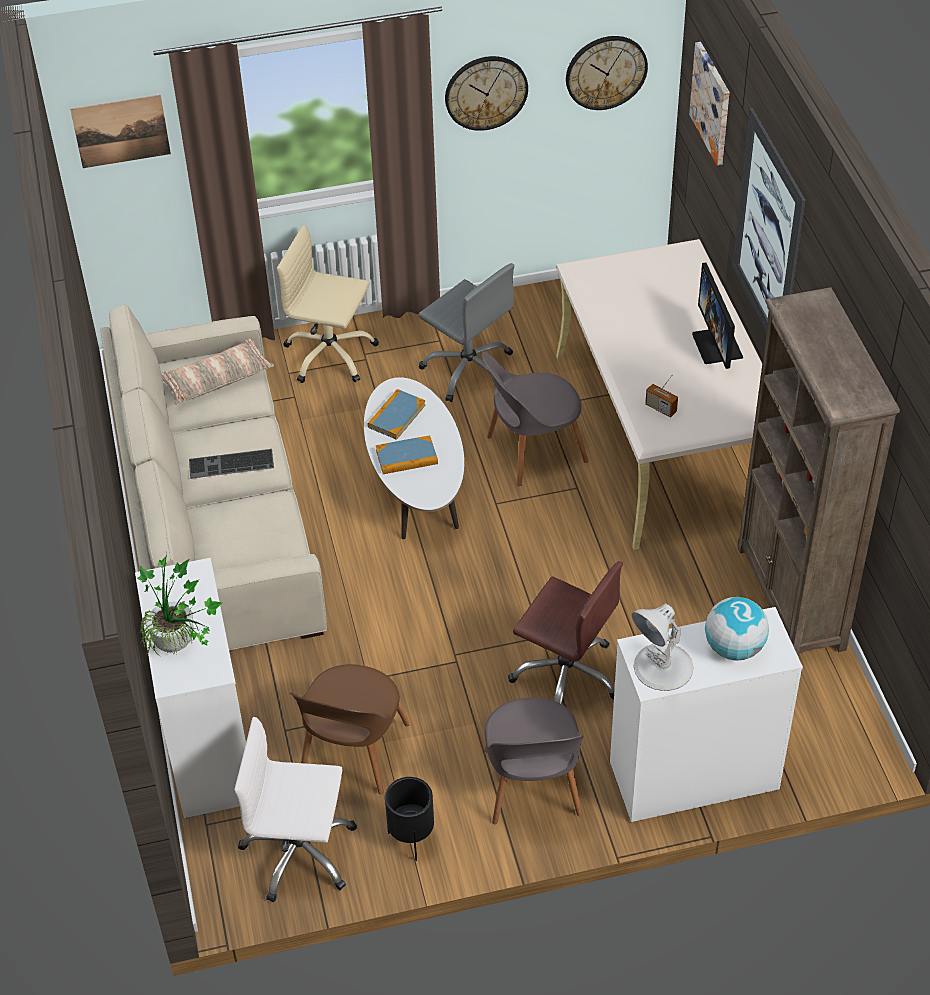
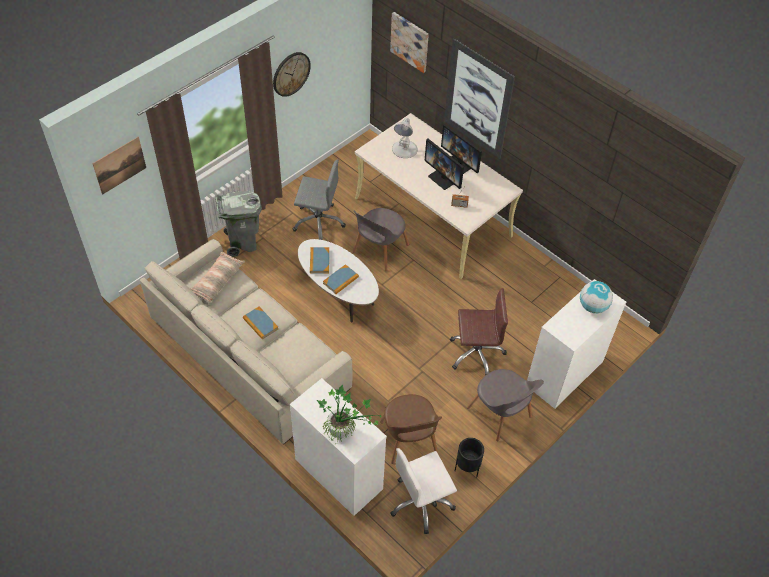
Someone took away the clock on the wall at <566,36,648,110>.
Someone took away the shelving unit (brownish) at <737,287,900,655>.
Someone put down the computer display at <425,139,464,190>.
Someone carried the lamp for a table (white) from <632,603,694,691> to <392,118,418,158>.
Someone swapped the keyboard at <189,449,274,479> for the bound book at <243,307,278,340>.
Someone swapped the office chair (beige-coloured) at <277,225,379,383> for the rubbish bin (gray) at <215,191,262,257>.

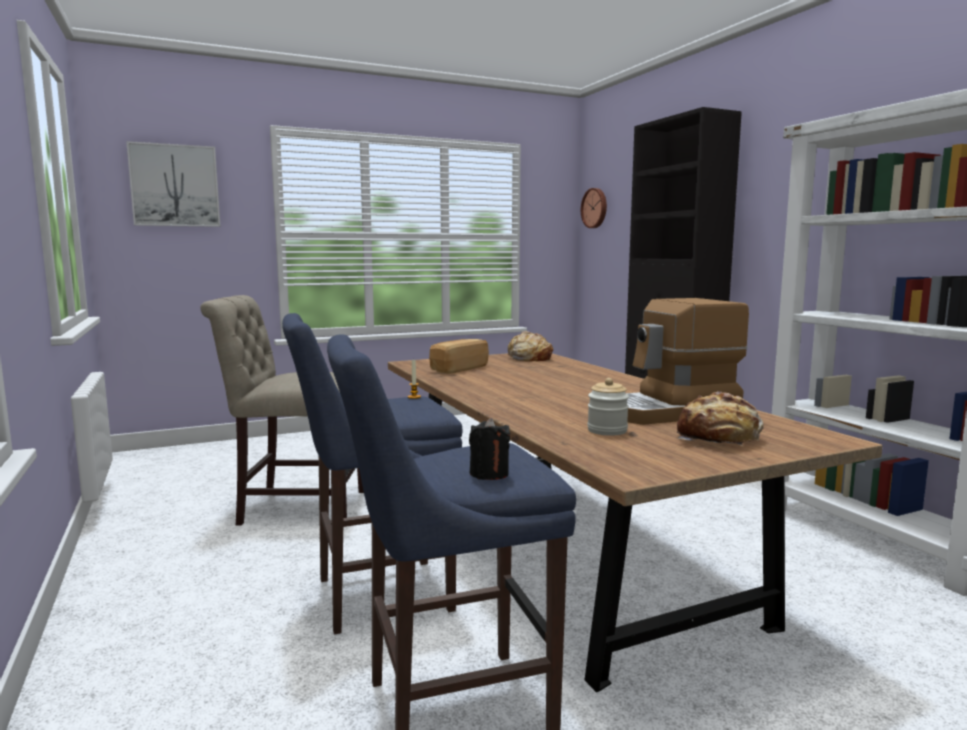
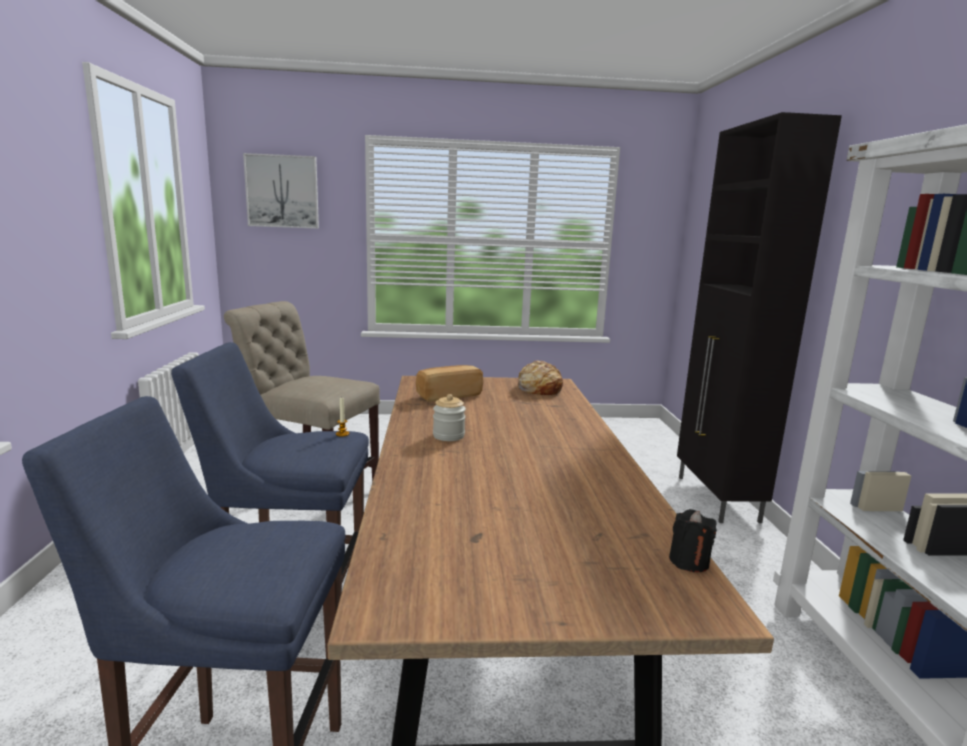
Someone took away the clock on the wall at <581,188,607,228>.
Someone took away the coffee machine at <626,298,749,425>.
Someone took away the baked bread at <676,391,764,446>.
Someone carried the wax light (black-coloured) from <469,418,510,480> to <669,509,717,572>.
Someone carried the storage jar from <587,378,629,436> to <433,394,466,441>.

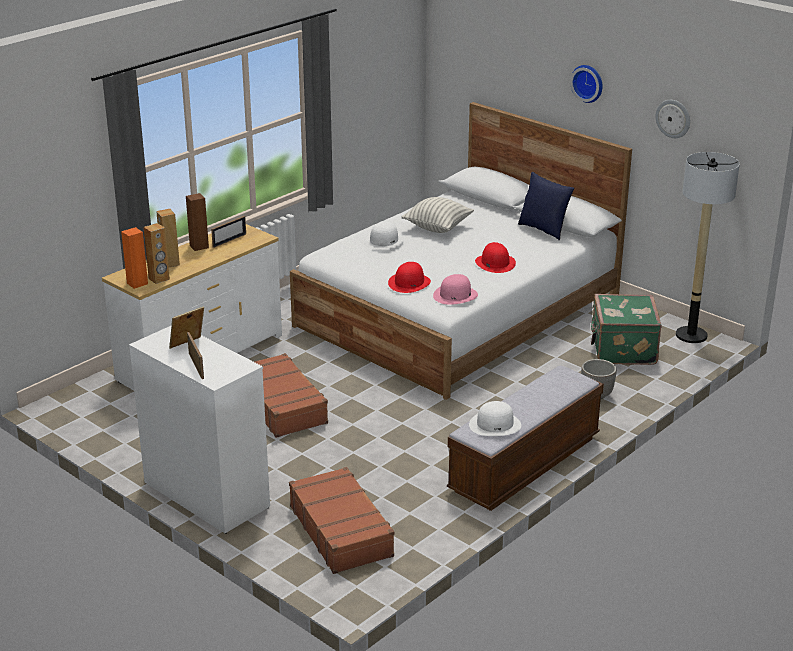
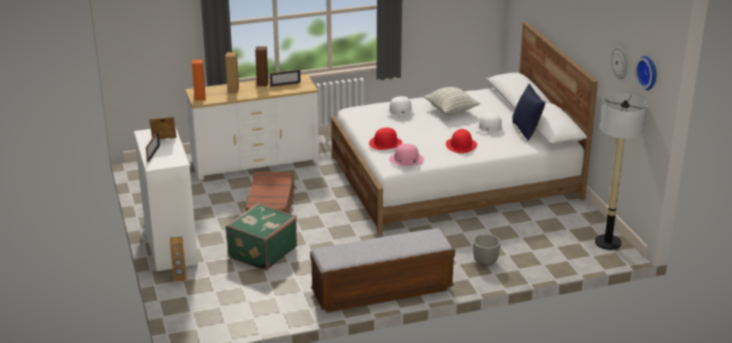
Someone took away the suitcase (brownish) at <289,467,394,574>.
Someone carried the loudspeaker (brownish) from <143,223,170,284> to <170,237,186,282>.
Someone carried the clothing hat (white) from <469,401,521,436> to <474,113,507,134>.
Someone carried the clock on the wall from <570,65,603,103> to <635,56,656,90>.
Someone carried the suitcase (greenish) from <591,294,662,365> to <225,203,297,271>.

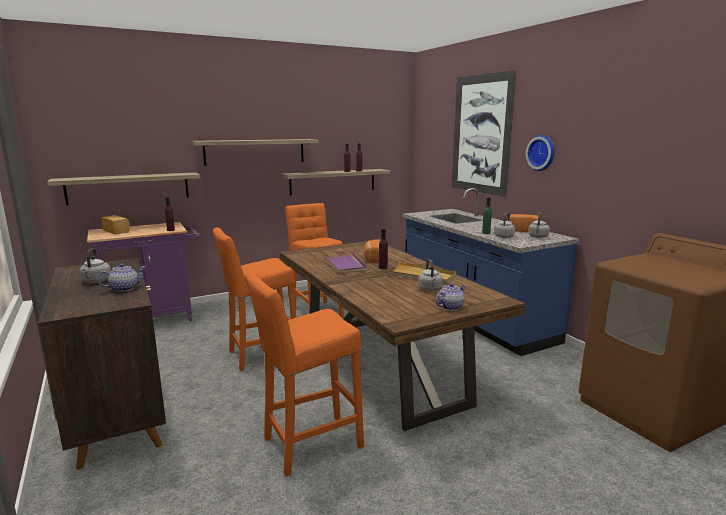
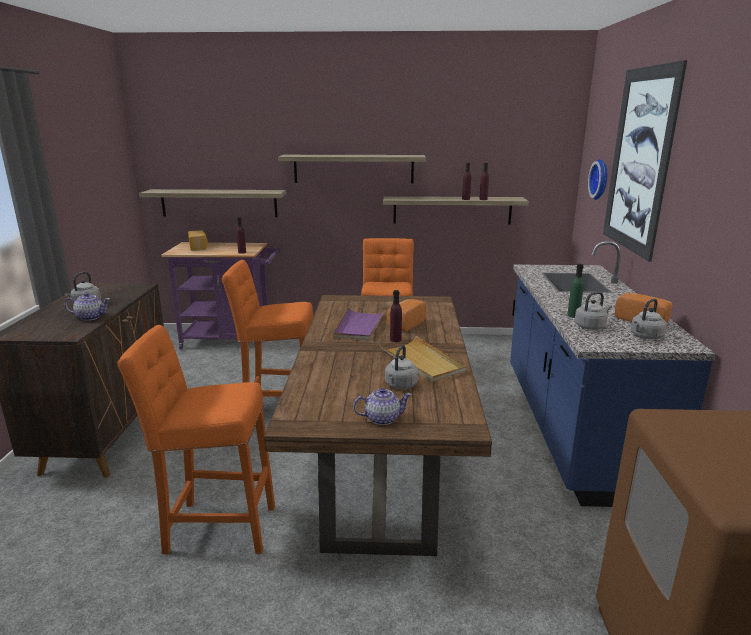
Someone carried the clock on the wall from <526,135,555,171> to <588,159,607,200>.

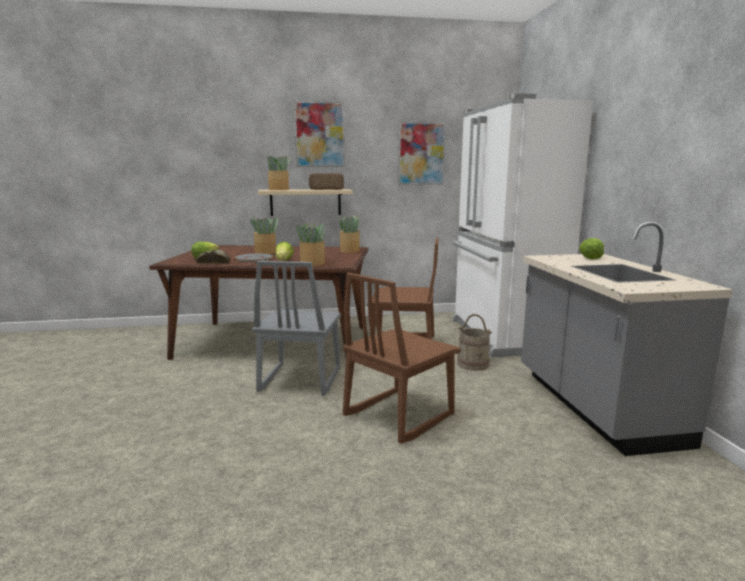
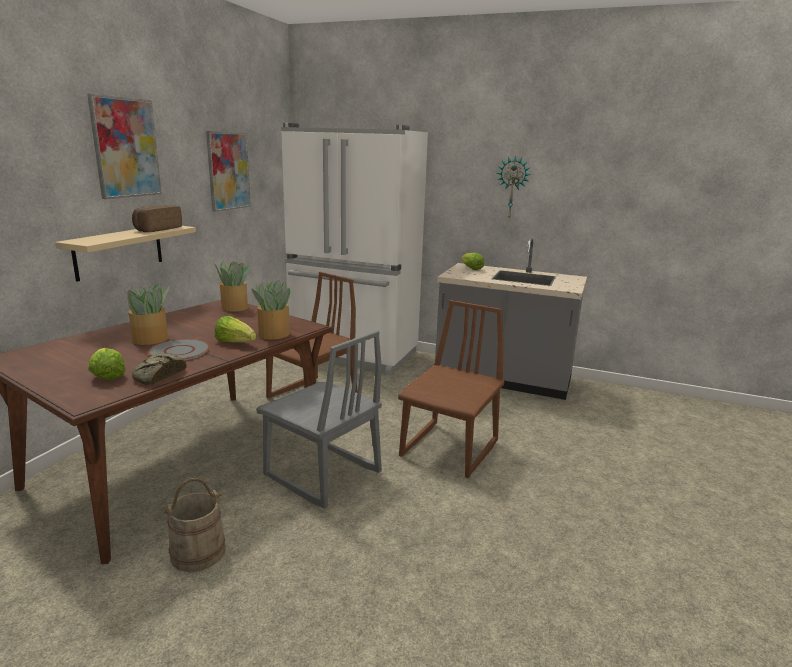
Someone took away the houseplant at <267,155,291,190>.
Someone put up the clock on the wall at <497,155,531,219>.
Someone carried the water bucket (beige-coloured) from <457,314,492,371> to <163,478,226,572>.
Someone rotated the chair (brownish) at <343,272,461,444> by 135 degrees counterclockwise.

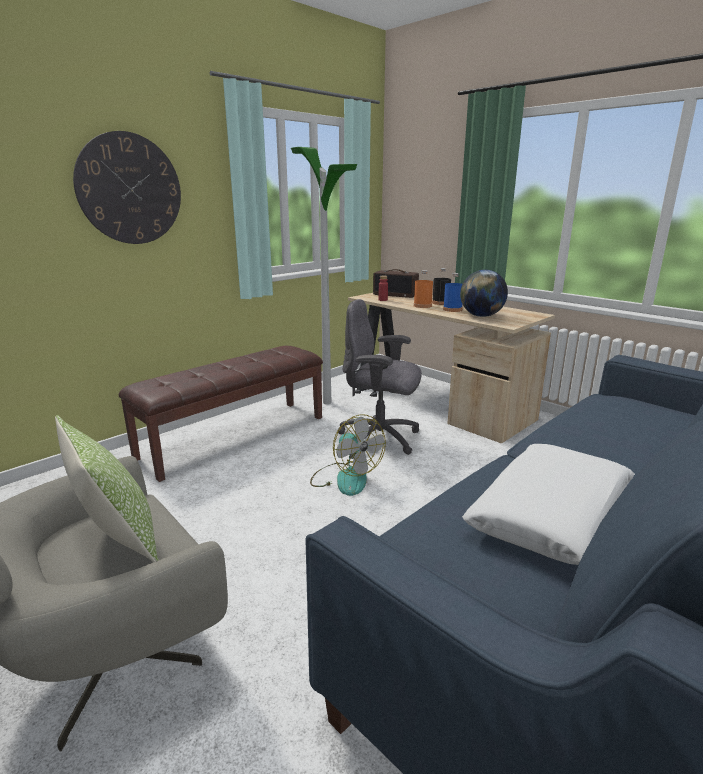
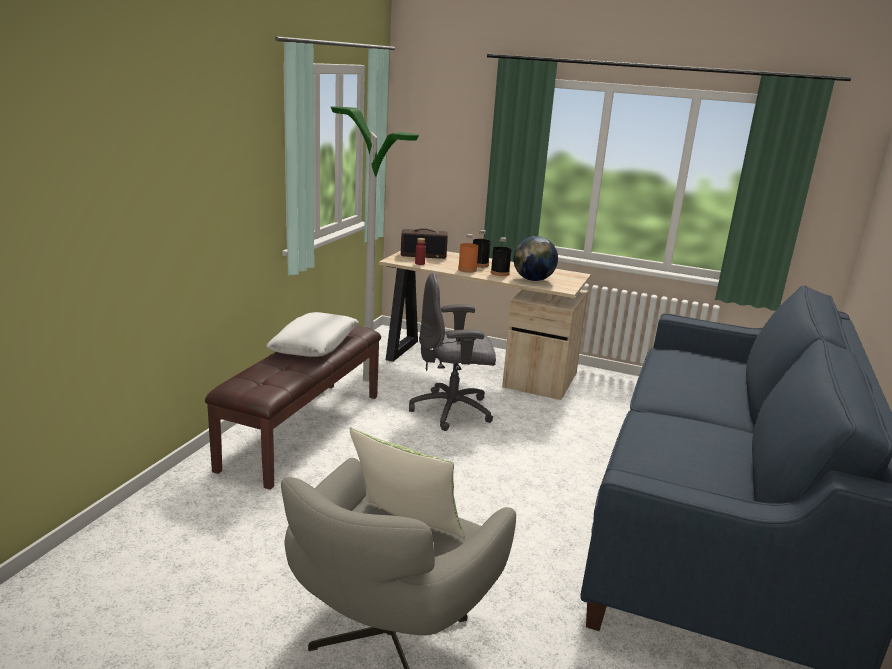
Someone took away the clock on the wall at <73,131,181,244>.
Someone took away the cooling fan at <310,414,386,496>.
Someone carried the pillow (white) from <462,444,635,565> to <266,312,359,357>.
Someone repainted the beverage bottle (blue-coloured) at <443,273,462,312>, which became the beverage bottle (black-coloured) at <491,237,512,276>.

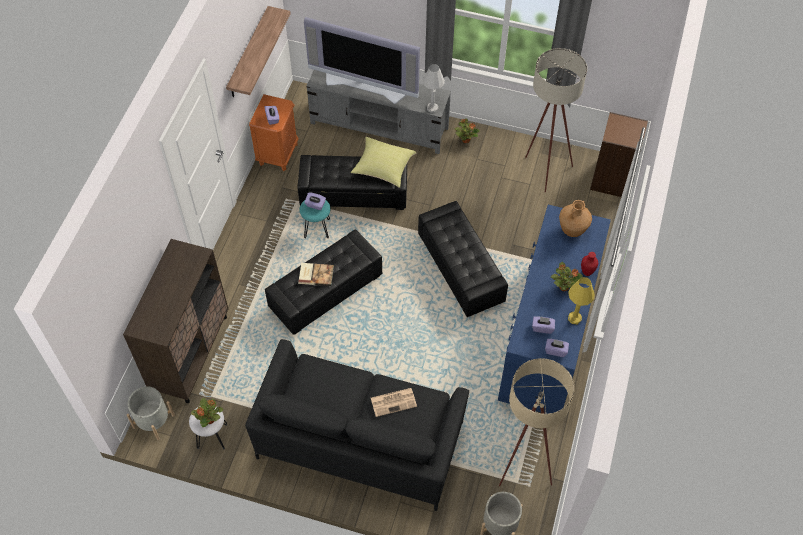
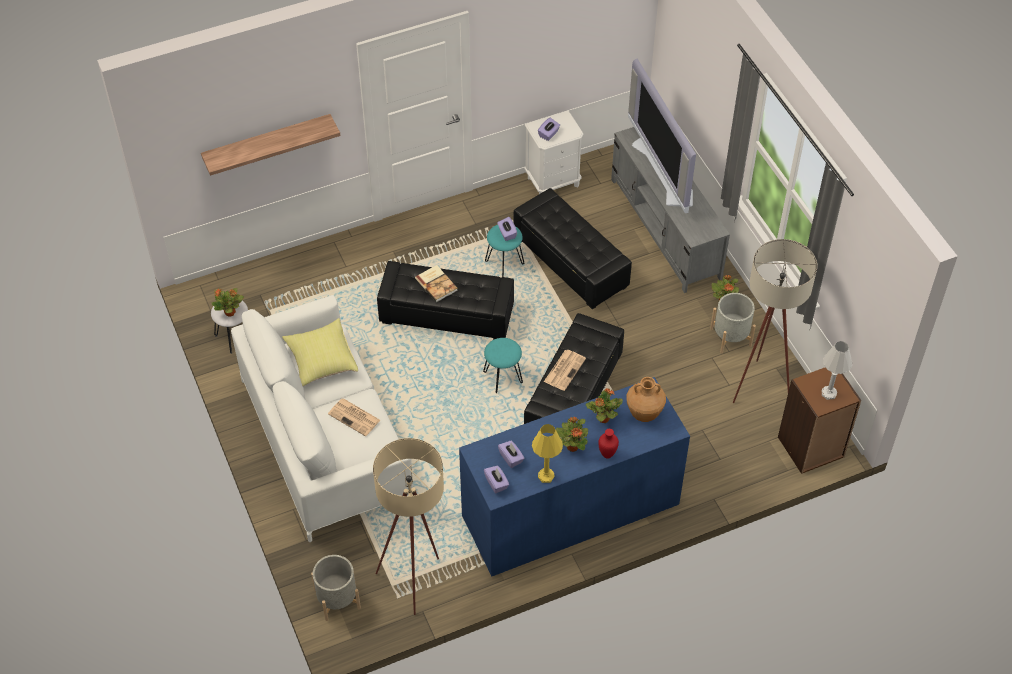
Someone took away the cupboard (brownish) at <123,239,228,403>.
Someone put down the stool (blue-green) at <483,338,523,393>.
Someone put down the printed paper at <544,350,586,391>.
Someone put down the houseplant at <586,388,623,423>.
Someone carried the flower pot (gray) from <127,386,175,440> to <710,293,756,353>.
Someone carried the shelf from <226,6,291,97> to <201,114,340,176>.
Someone carried the pillow (yellow-coloured) from <350,137,417,188> to <282,318,358,386>.
Someone carried the lamp for a table (white) from <422,64,445,113> to <822,341,852,400>.
Someone repainted the couch (black-coloured) at <245,339,469,511>, which became the couch (white) at <231,295,413,542>.
Someone repainted the nightstand (orange) at <249,94,299,171>, which became the nightstand (white) at <524,110,584,194>.

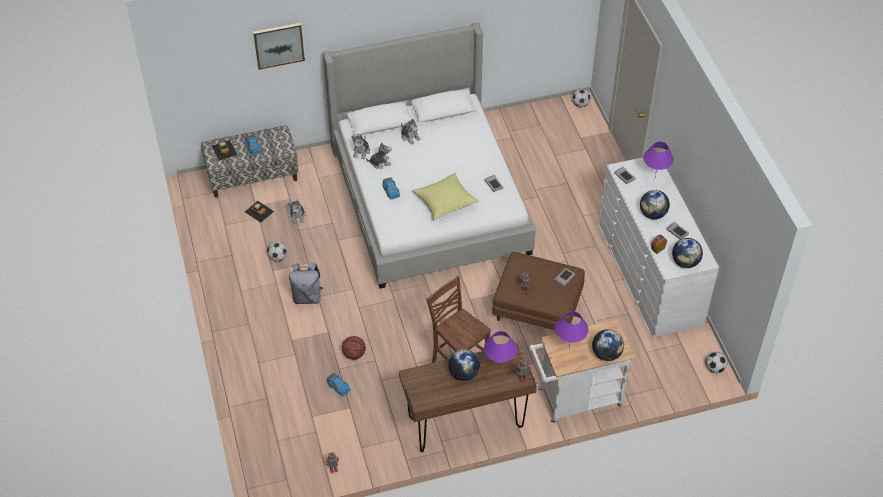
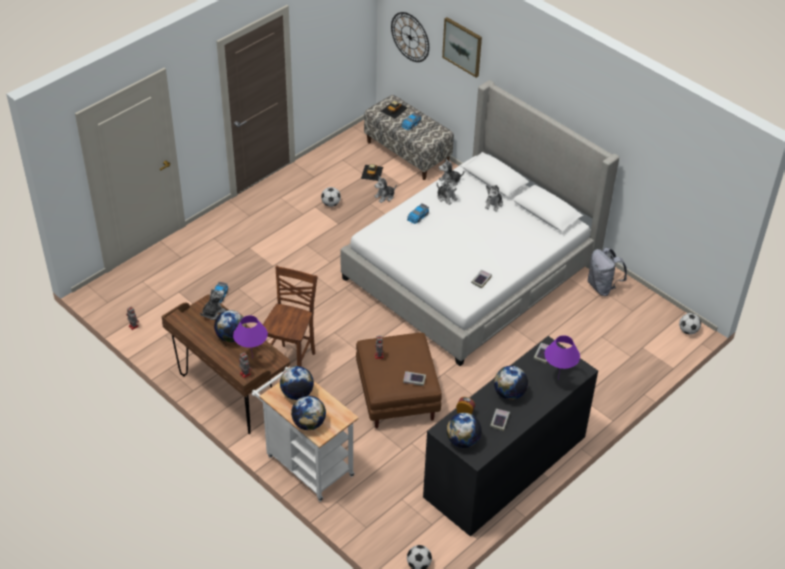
Someone took away the ball for basketball at <342,336,366,360>.
Someone took away the pillow (yellow-coloured) at <412,173,479,220>.
Someone put down the soft toy at <200,289,226,320>.
Someone put up the clock on the wall at <391,12,429,62>.
Someone carried the knapsack (gray) from <289,263,323,304> to <587,247,627,296>.
Someone swapped the lamp for a table (purplish) at <555,311,588,349> for the desk globe at <280,366,314,400>.
Someone repainted the chest of drawers (white) at <598,157,719,338>, which became the chest of drawers (black-coloured) at <423,336,598,536>.

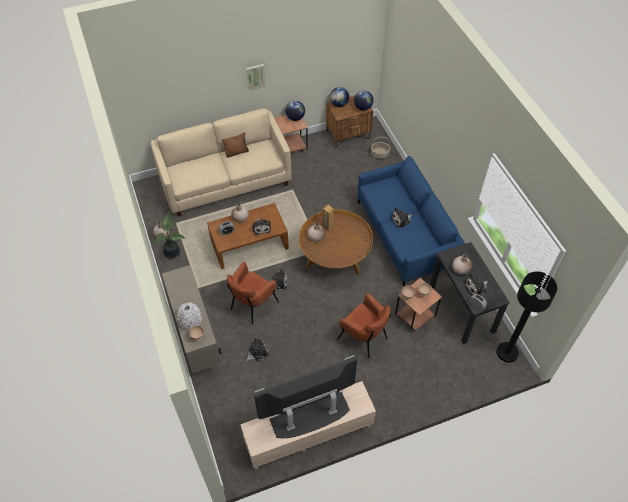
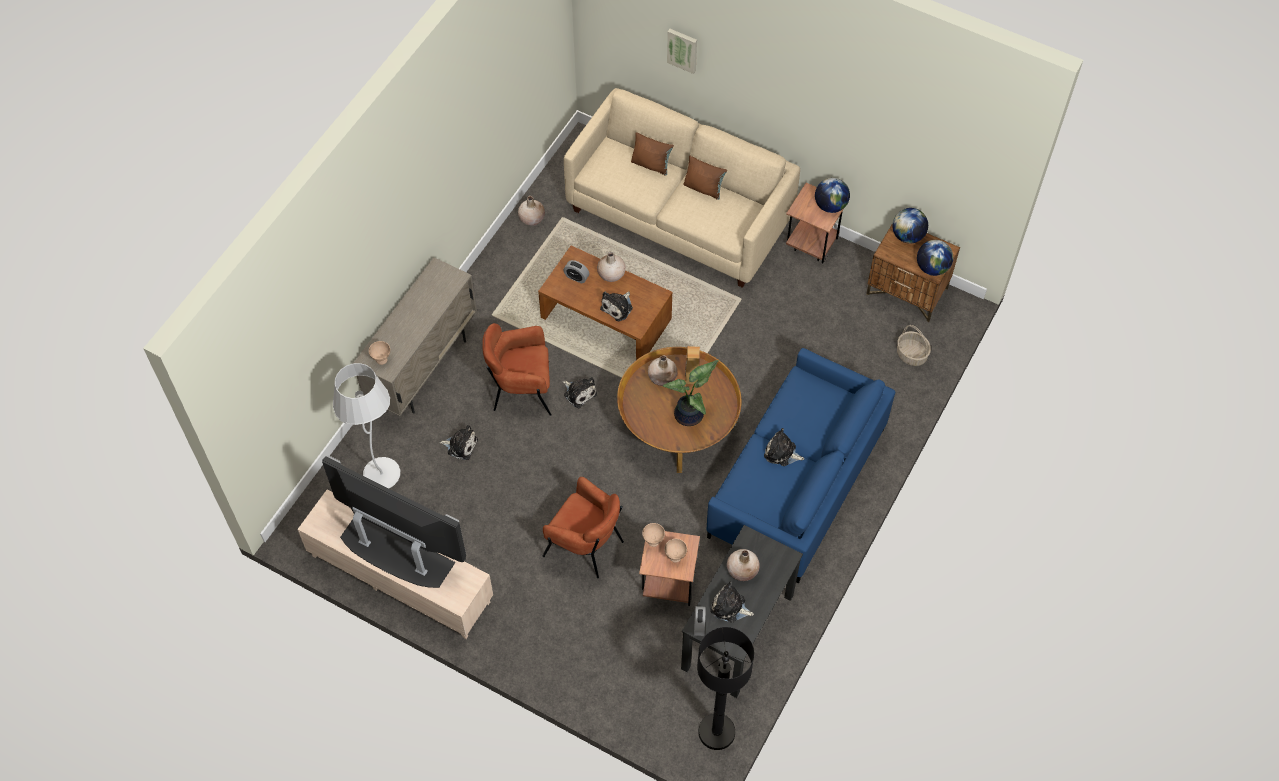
Someone took away the decorative vase (white) at <177,302,202,330>.
Someone put down the standard lamp (white) at <333,363,400,488>.
Someone put down the pillow (brownish) at <631,132,674,176>.
Someone carried the houseplant from <155,212,185,258> to <663,360,719,426>.
Someone carried the wall picture from <246,64,266,91> to <667,29,697,74>.
Someone rotated the easy chair (brownish) at <337,293,392,358> by 60 degrees counterclockwise.

